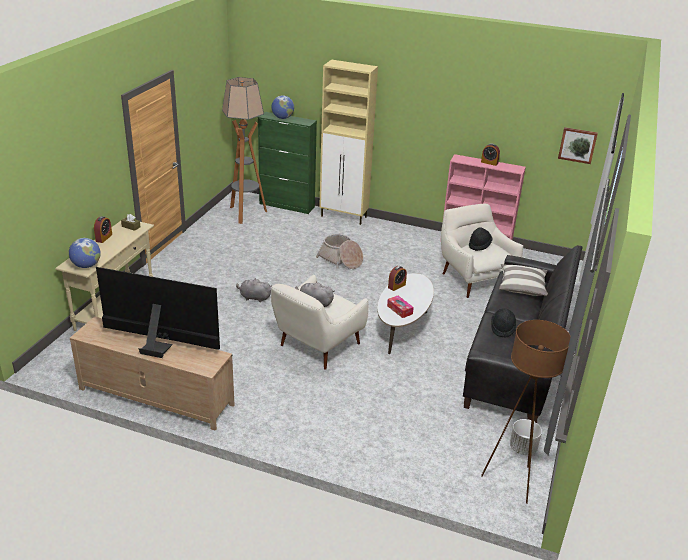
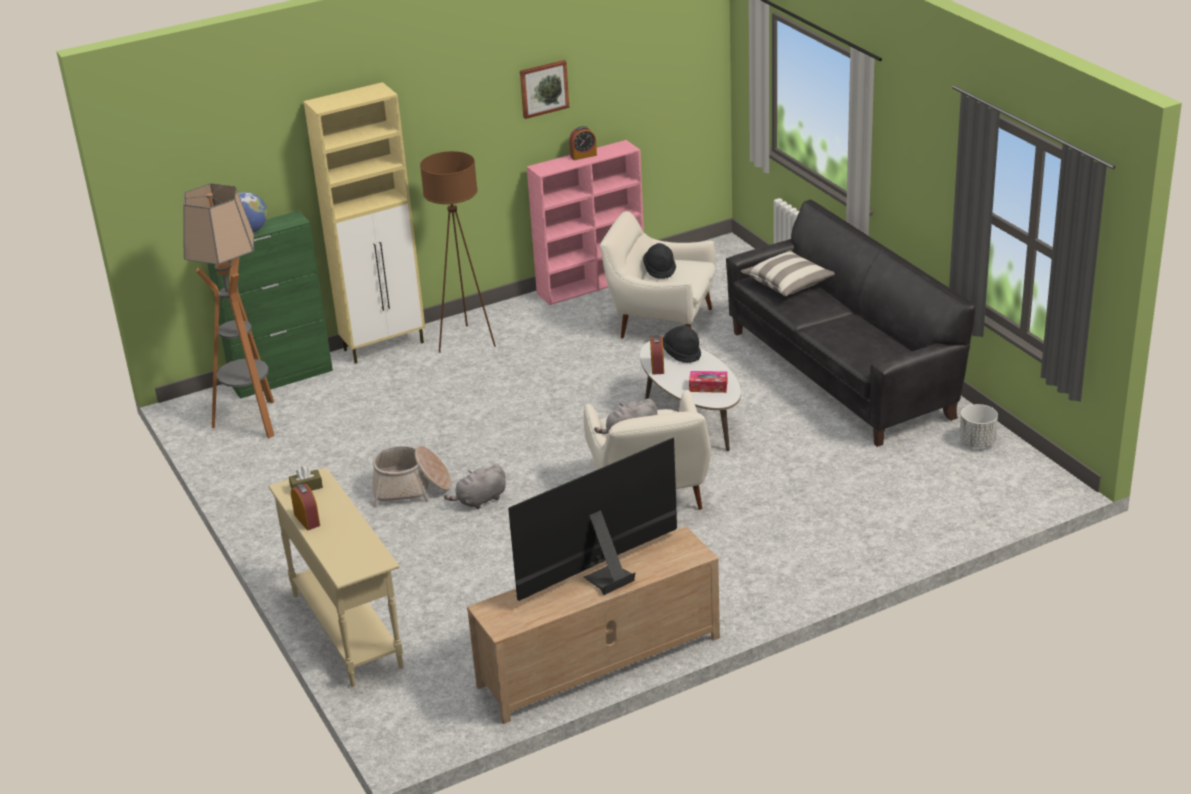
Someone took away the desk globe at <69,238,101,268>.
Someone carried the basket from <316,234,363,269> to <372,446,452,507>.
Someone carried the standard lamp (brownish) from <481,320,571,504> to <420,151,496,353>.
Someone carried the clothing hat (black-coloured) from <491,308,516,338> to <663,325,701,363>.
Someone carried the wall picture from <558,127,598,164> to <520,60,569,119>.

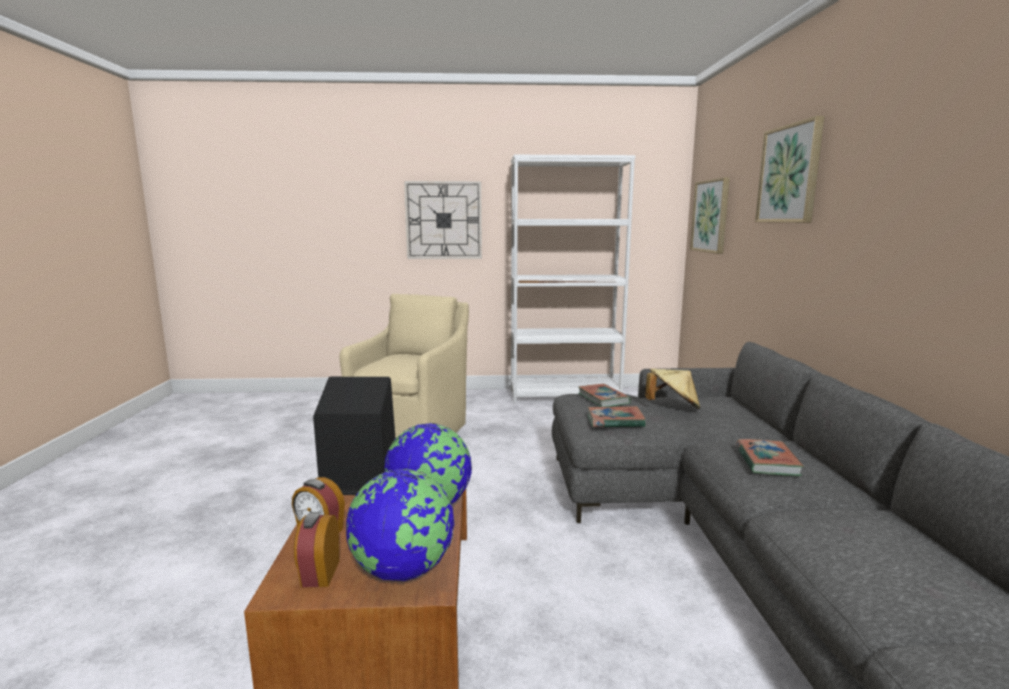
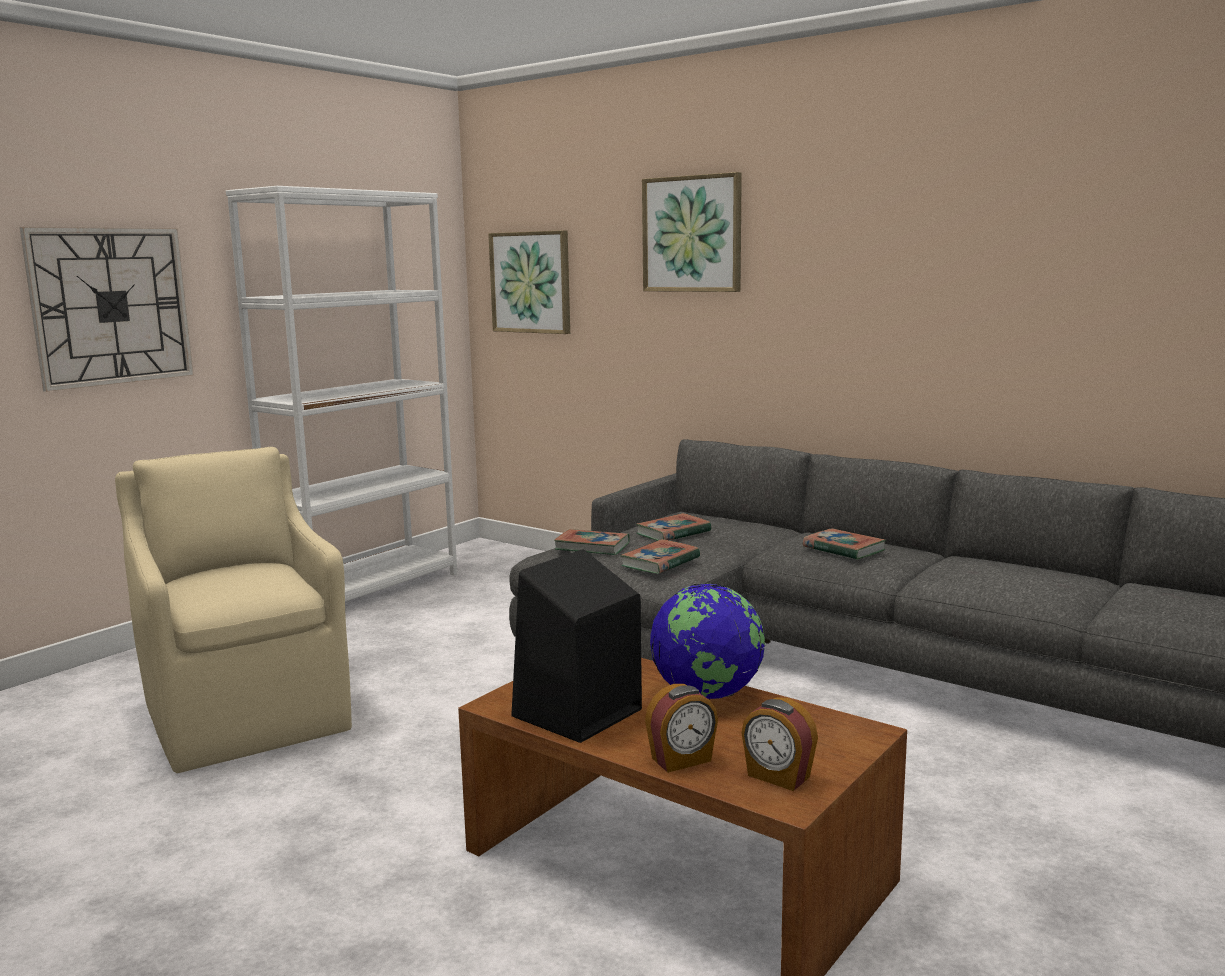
Someone took away the desk globe at <346,469,454,583>.
Someone swapped the clothing hat (beige-coloured) at <645,368,700,409> for the bound book at <636,513,711,541>.

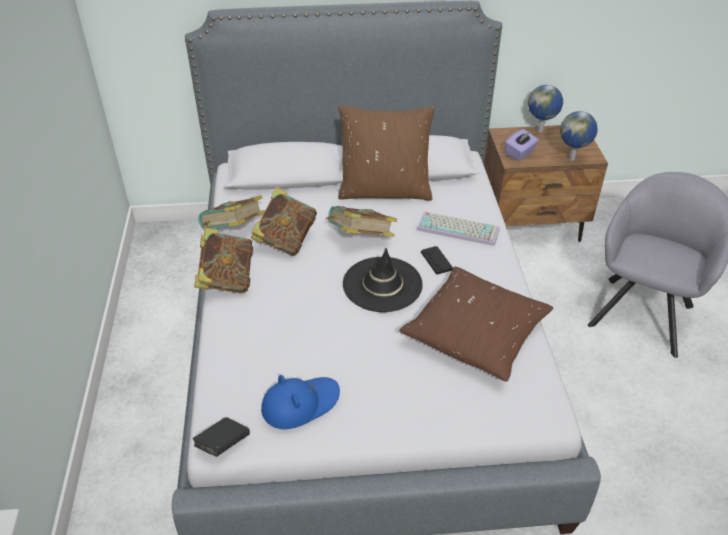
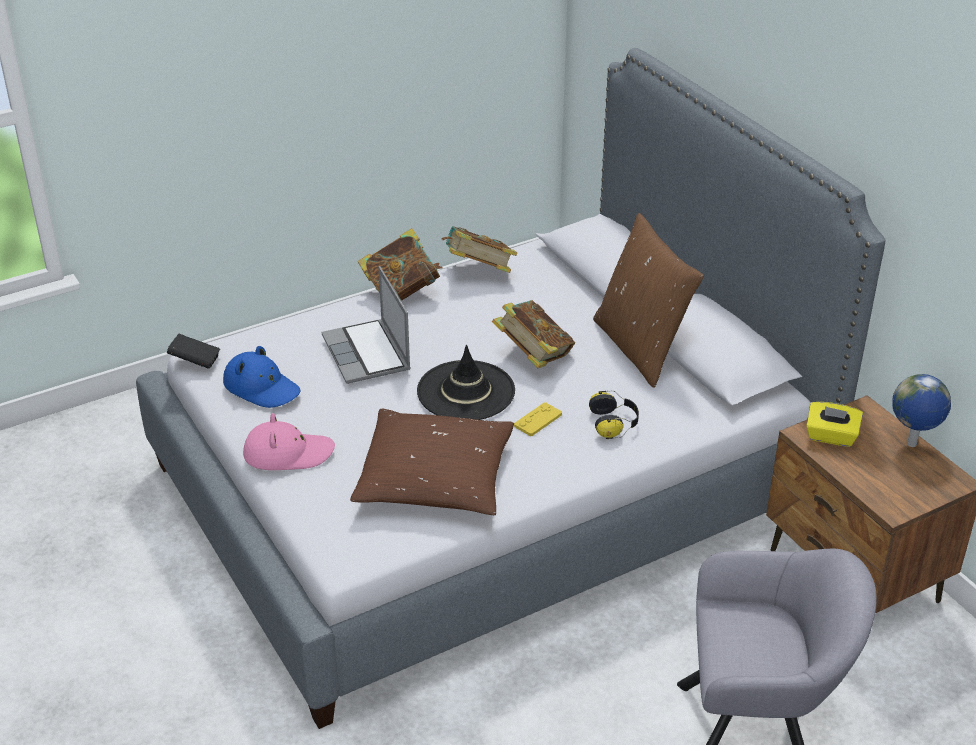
Someone took away the bound book at <251,187,317,256>.
Someone took away the desk globe at <560,111,597,161>.
Someone put down the clothing hat (pinkish) at <243,413,335,470>.
Someone put down the laptop at <322,266,411,384>.
Someone swapped the keyboard at <417,212,500,246> for the headset at <589,391,639,439>.
Someone repainted the joypad (black-coloured) at <421,246,453,275>, which became the joypad (yellow-coloured) at <514,403,562,436>.
Someone repainted the box of tissues (purplish) at <505,129,539,161>, which became the box of tissues (yellow-coloured) at <806,402,863,447>.

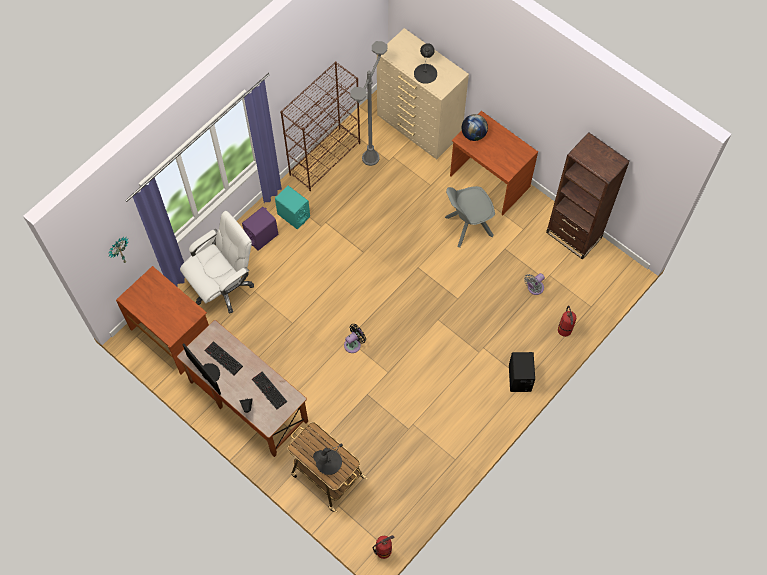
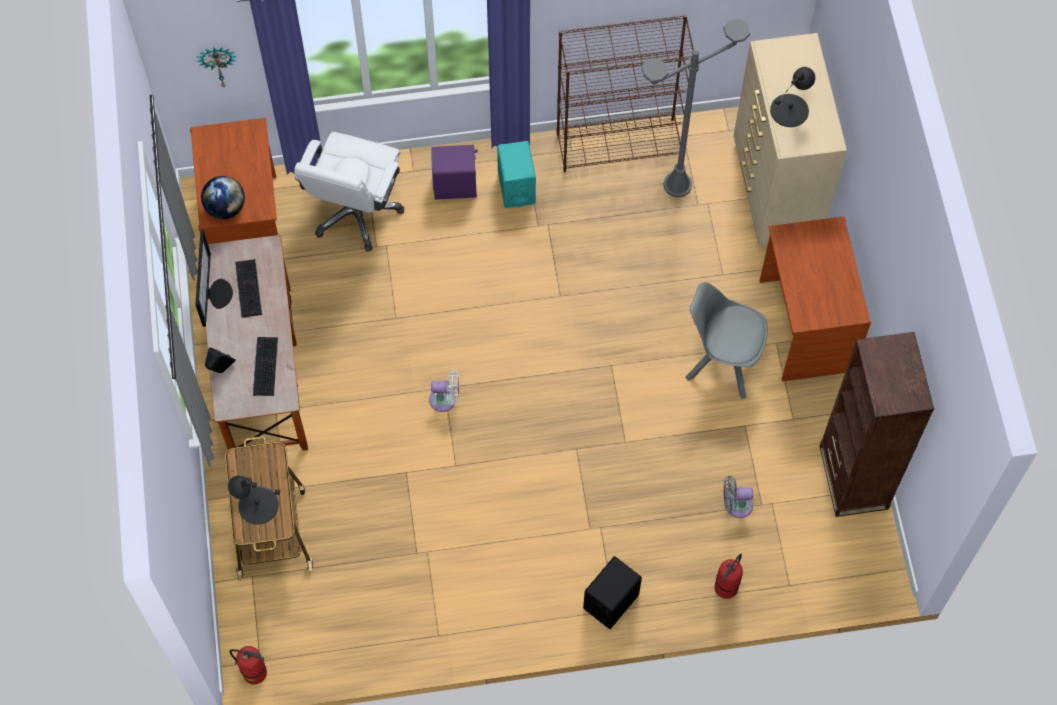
Someone carried the desk globe from <461,114,488,141> to <201,176,245,219>.
Someone repainted the cooling fan (black-coloured) at <344,324,366,353>, which became the cooling fan (white) at <429,369,459,412>.
Someone rotated the office chair (white) at <180,211,254,313> by 105 degrees clockwise.

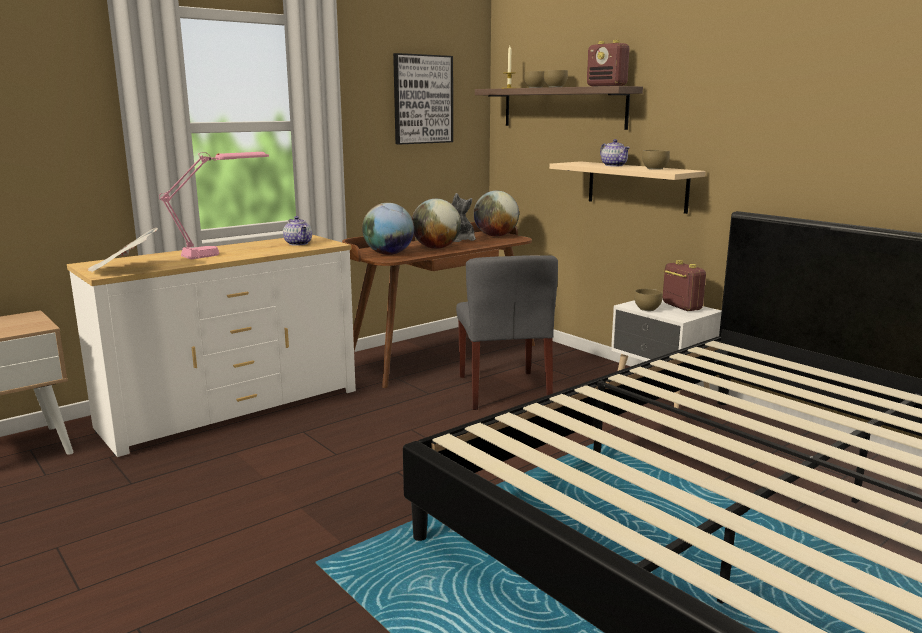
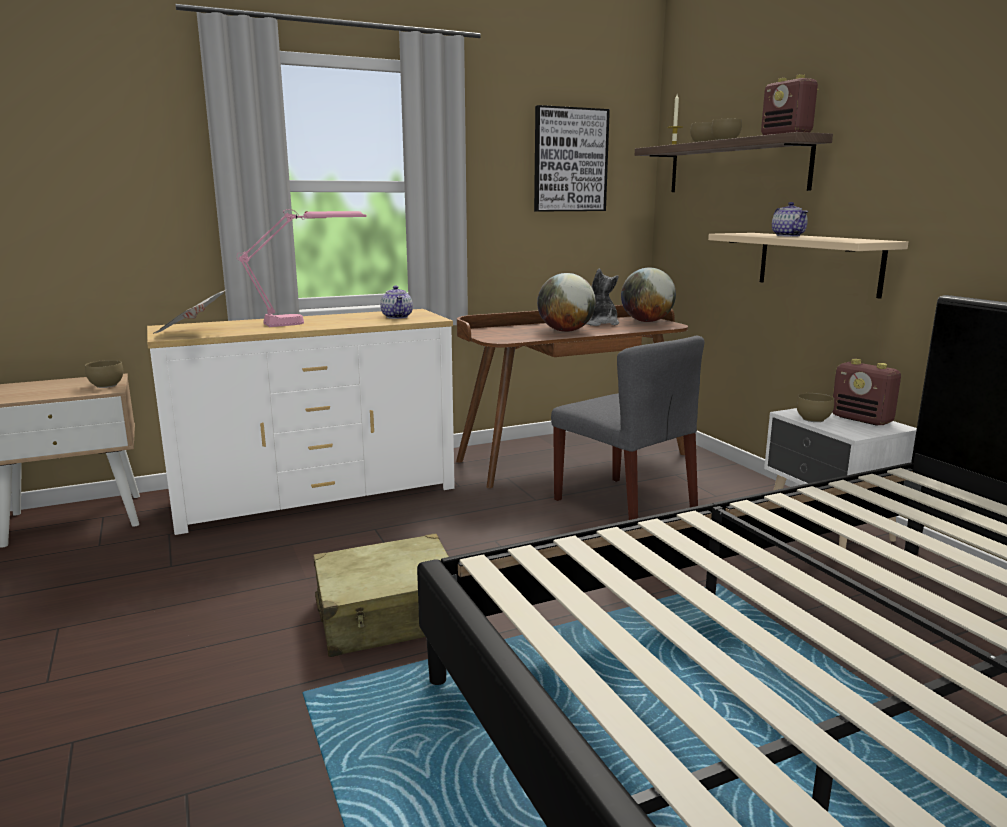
Someone took away the desk globe at <362,203,414,255>.
Someone put down the suitcase (beige-coloured) at <313,534,449,657>.
Someone carried the bowl (brownish) from <642,150,670,170> to <85,360,123,388>.
Someone rotated the chair (gray) at <456,255,558,410> by 45 degrees counterclockwise.
Someone rotated the radio at <663,260,706,311> by 150 degrees clockwise.

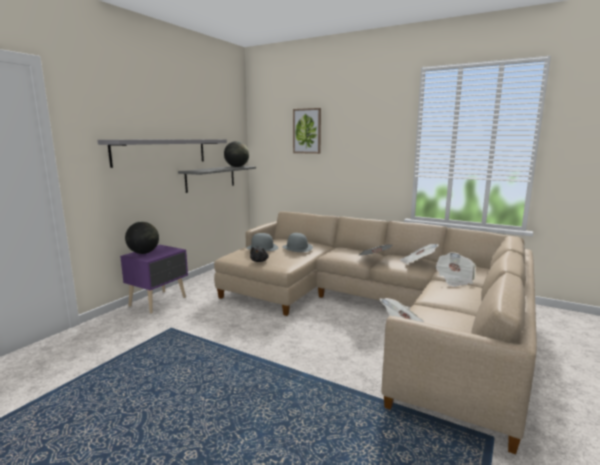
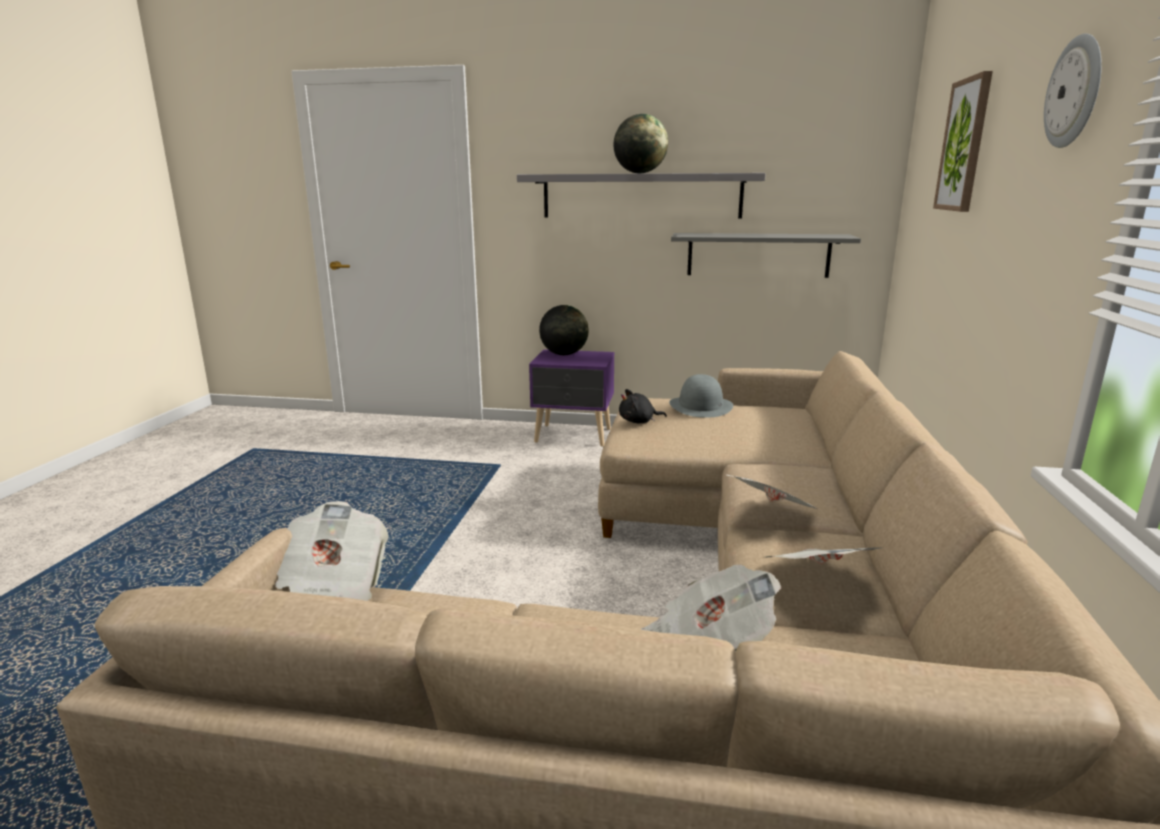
Someone took away the clothing hat (gray) at <282,233,313,252>.
Someone put up the clock on the wall at <1044,33,1102,148>.
Someone carried the desk globe from <224,141,249,167> to <614,114,668,173>.

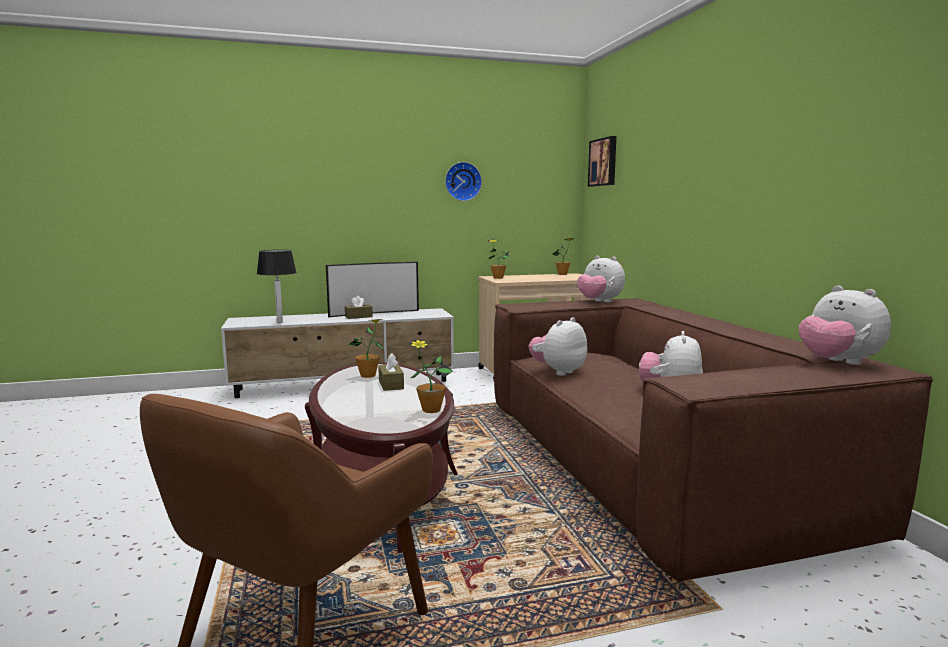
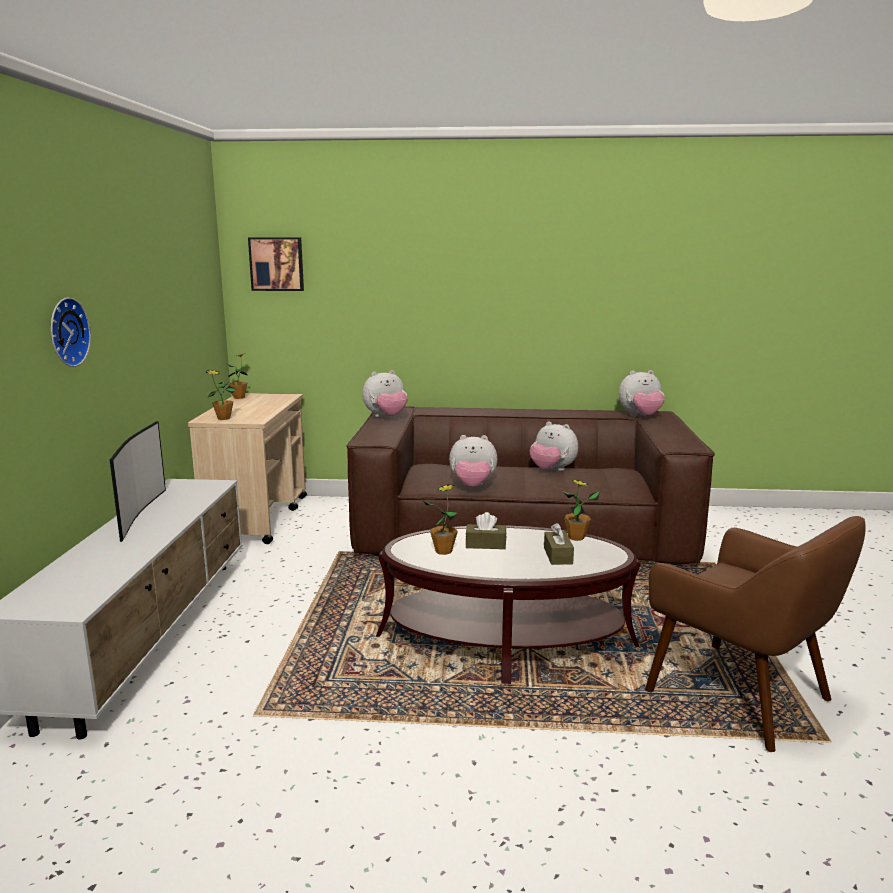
Someone took away the lamp for a table at <257,250,297,323>.
Someone carried the box of tissues (brownish) from <345,296,373,319> to <544,523,574,565>.
Someone carried the clock on the wall from <445,162,482,201> to <51,298,91,367>.
Someone rotated the soft toy at <529,317,588,376> by 60 degrees counterclockwise.

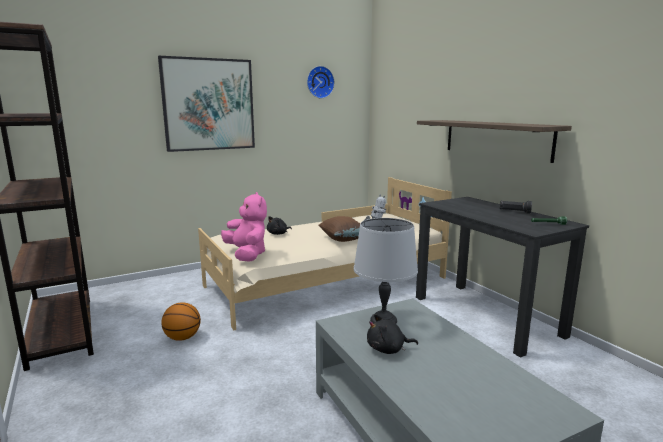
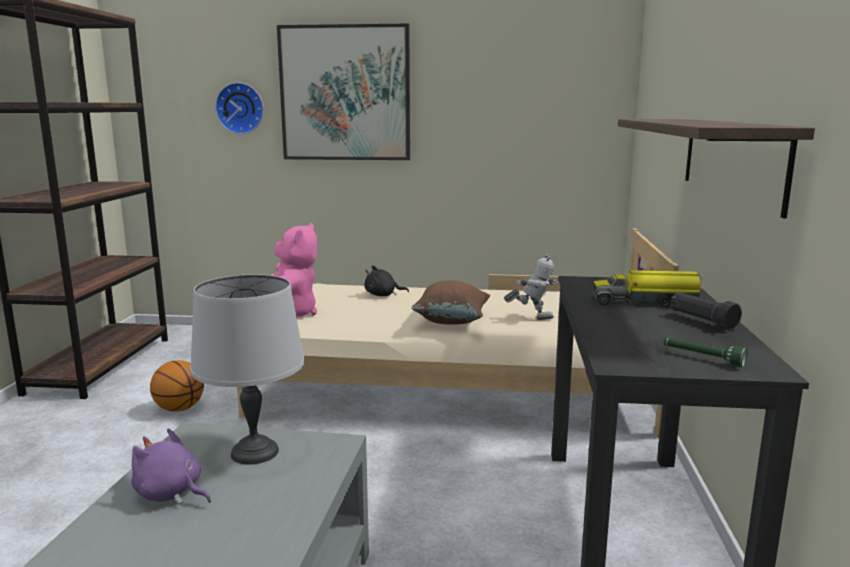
Someone put down the toy lorry at <593,270,702,307>.
Someone carried the clock on the wall from <307,66,335,99> to <215,82,264,134>.
Someone repainted the soft toy (black-coloured) at <367,314,418,354>, which became the soft toy (purplish) at <131,428,211,504>.

